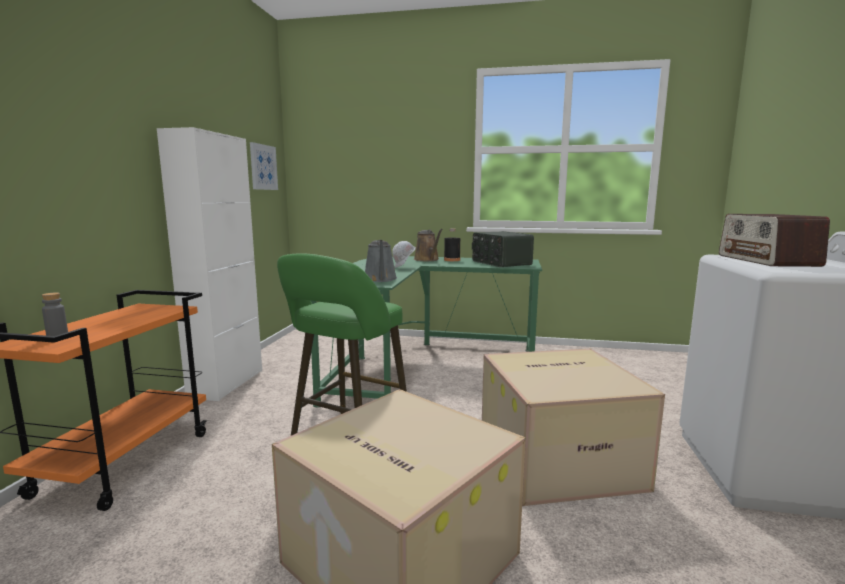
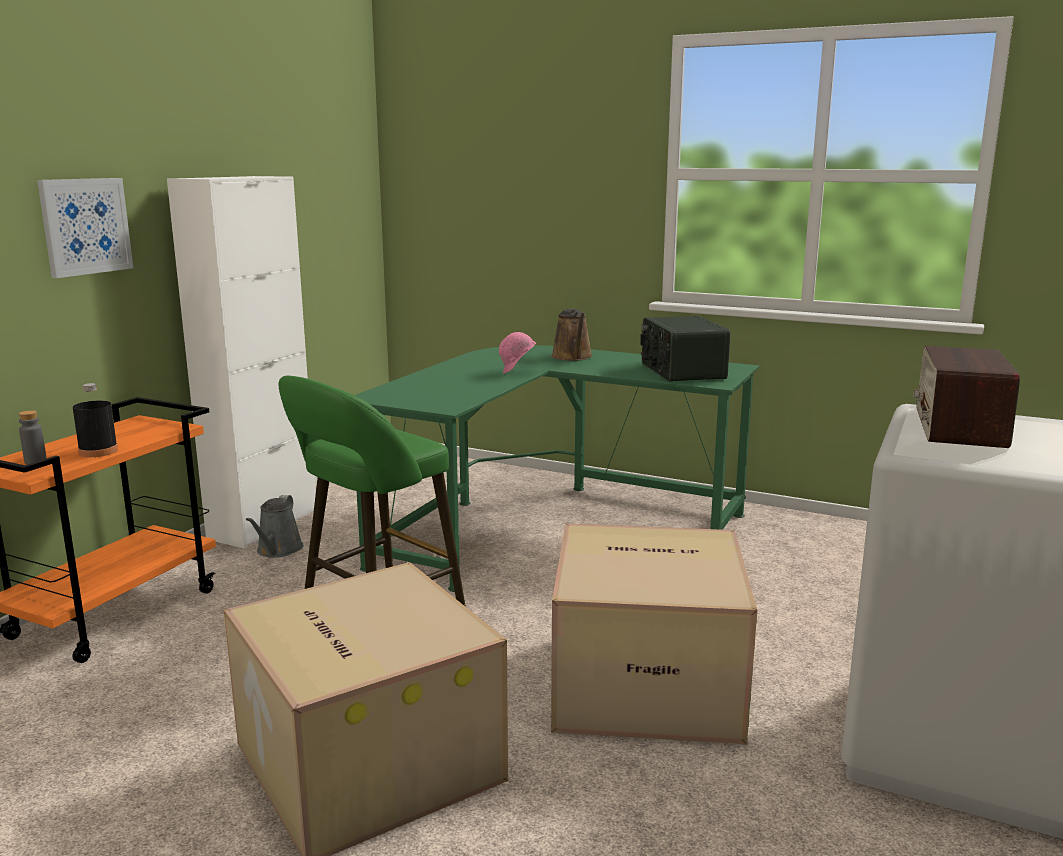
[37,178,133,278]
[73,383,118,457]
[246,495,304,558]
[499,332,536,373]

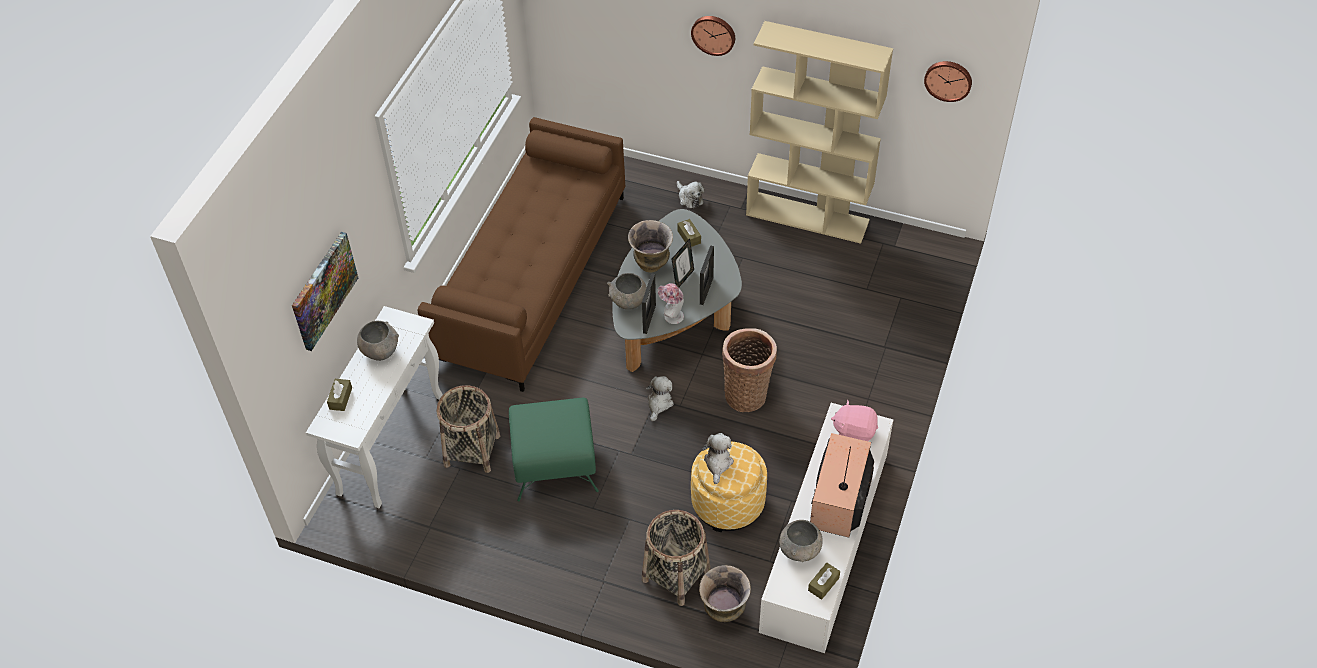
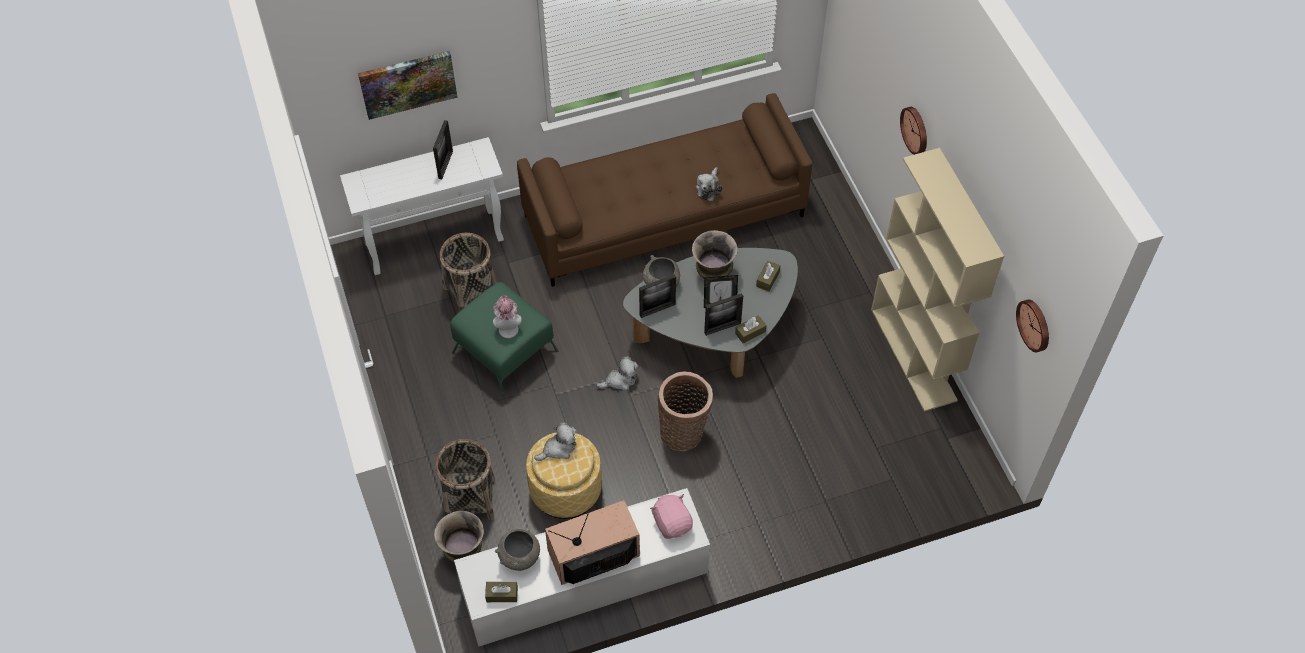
[433,120,453,179]
[493,296,521,338]
[696,167,722,201]
[735,315,766,343]

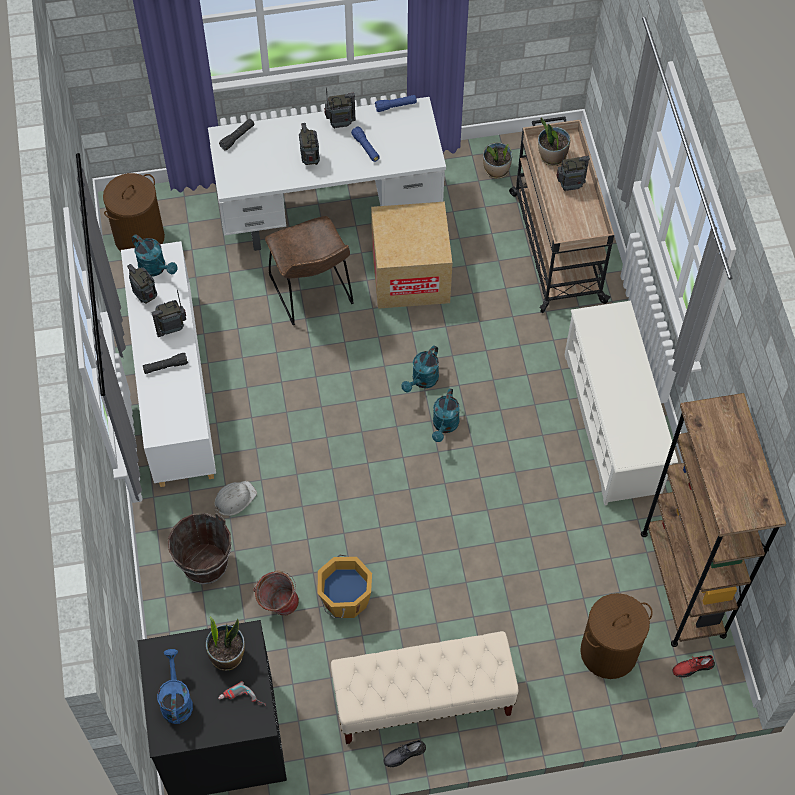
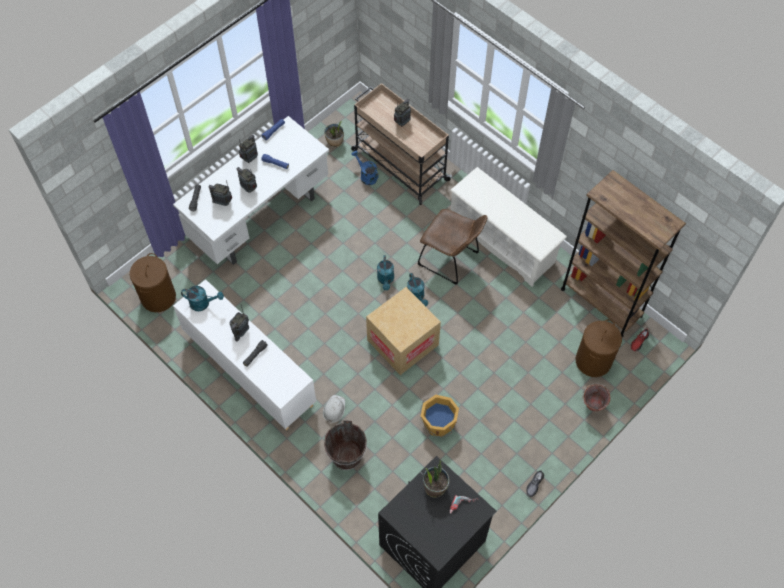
[208,180,232,206]
[351,150,379,185]
[366,287,441,375]
[418,209,488,285]
[582,383,610,412]
[331,631,518,744] (first image)
[538,118,570,166] (first image)

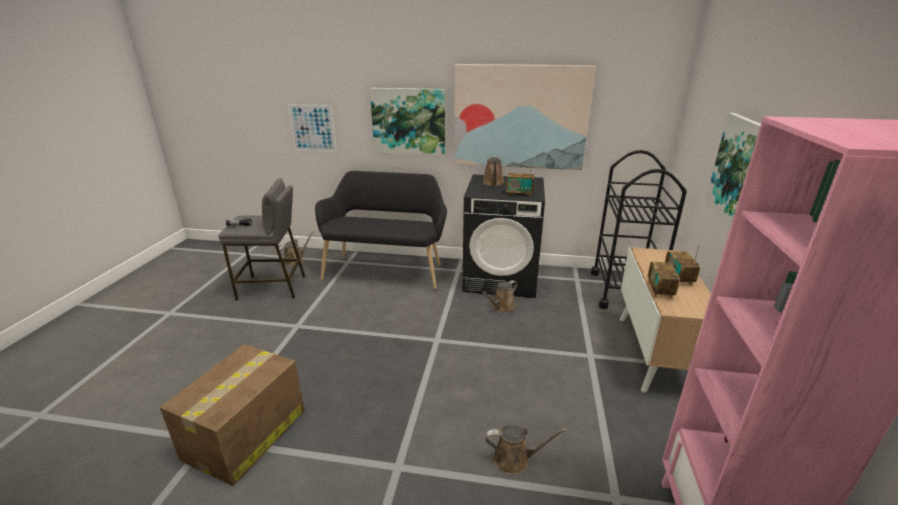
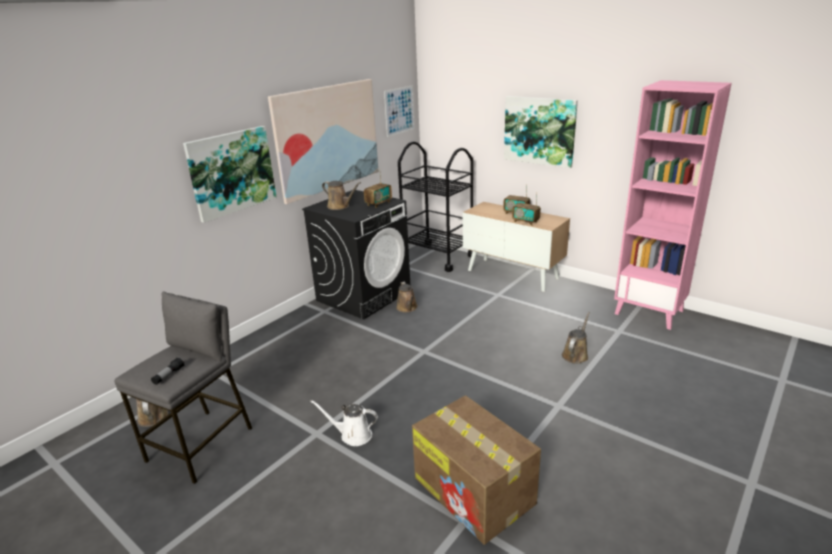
[310,400,378,446]
[384,86,415,137]
[315,171,447,290] (first image)

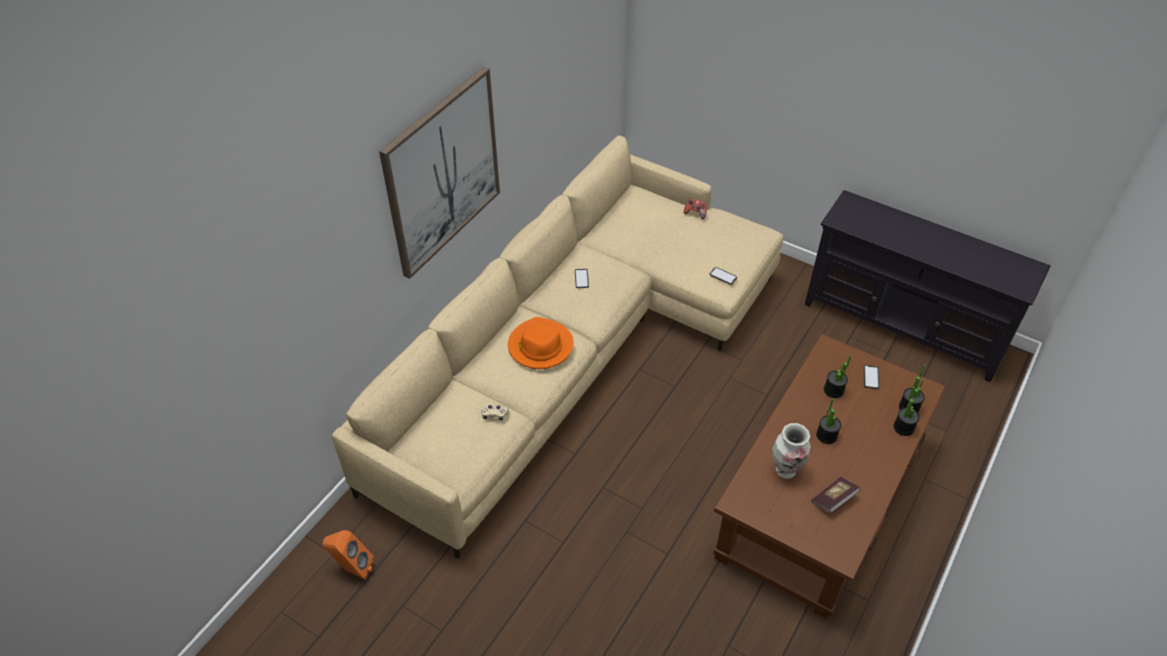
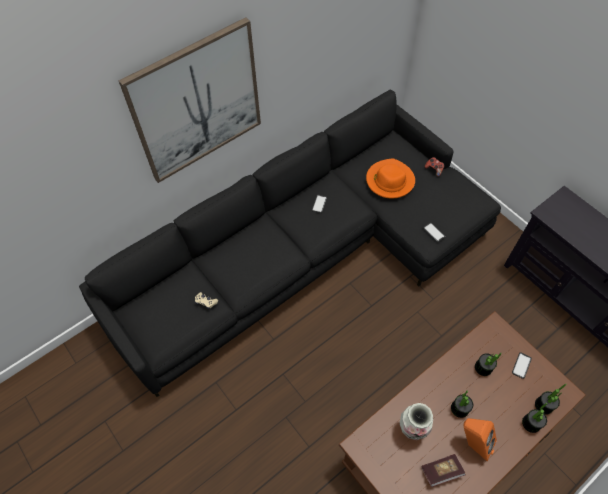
[79,90,501,397]
[366,158,415,198]
[463,418,497,461]

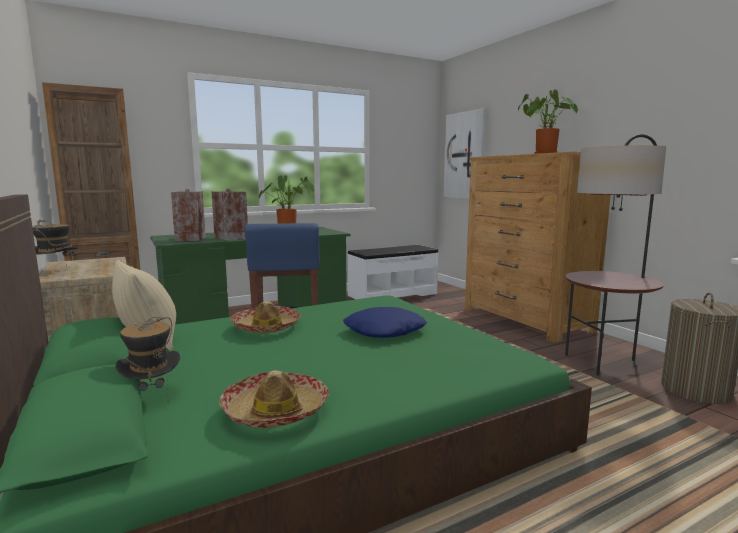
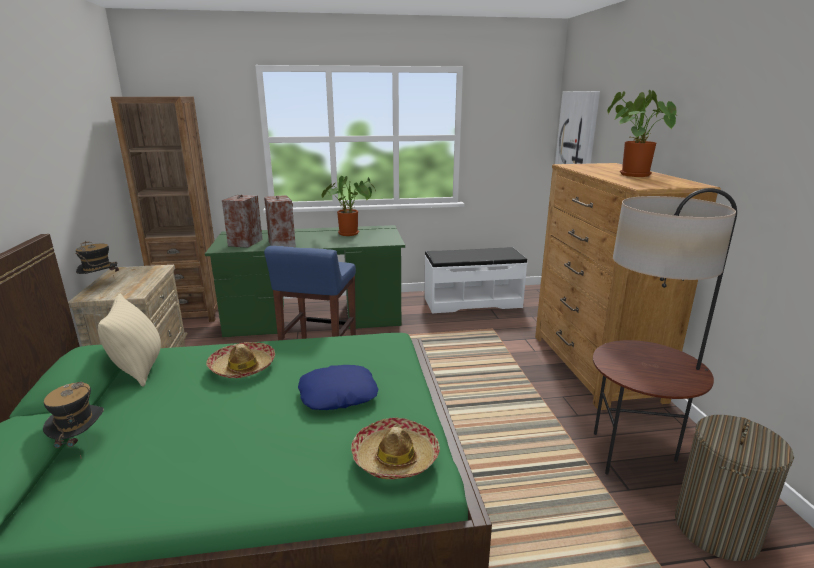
[351,418,440,479]

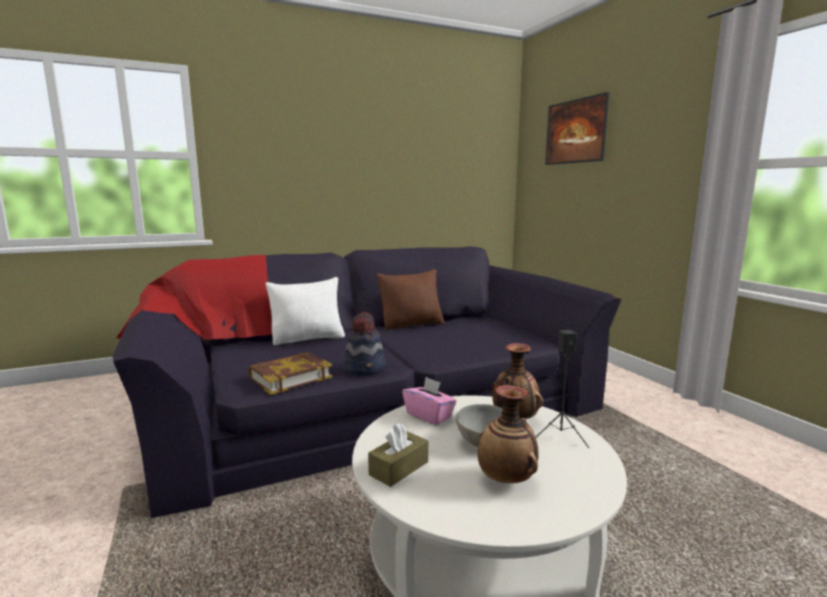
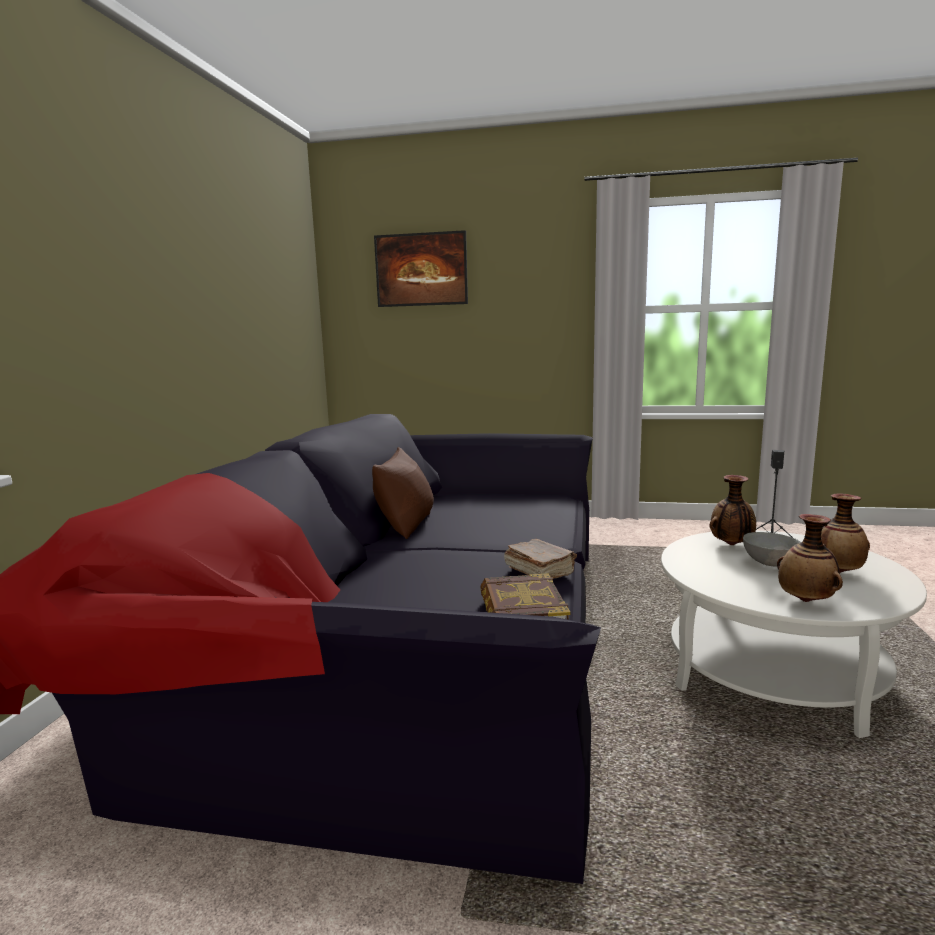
[504,539,577,579]
[777,514,843,602]
[265,277,345,345] (first image)
[402,377,456,425] (first image)

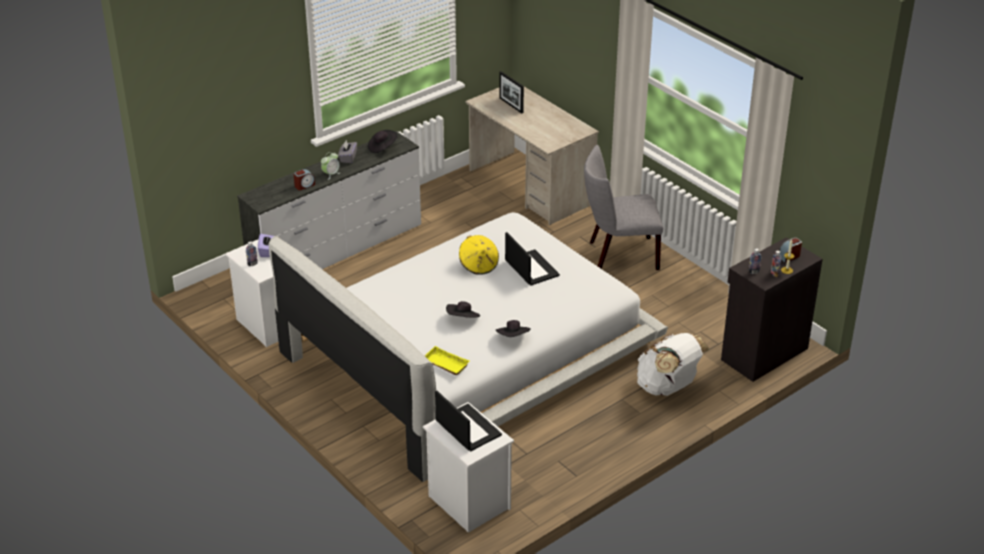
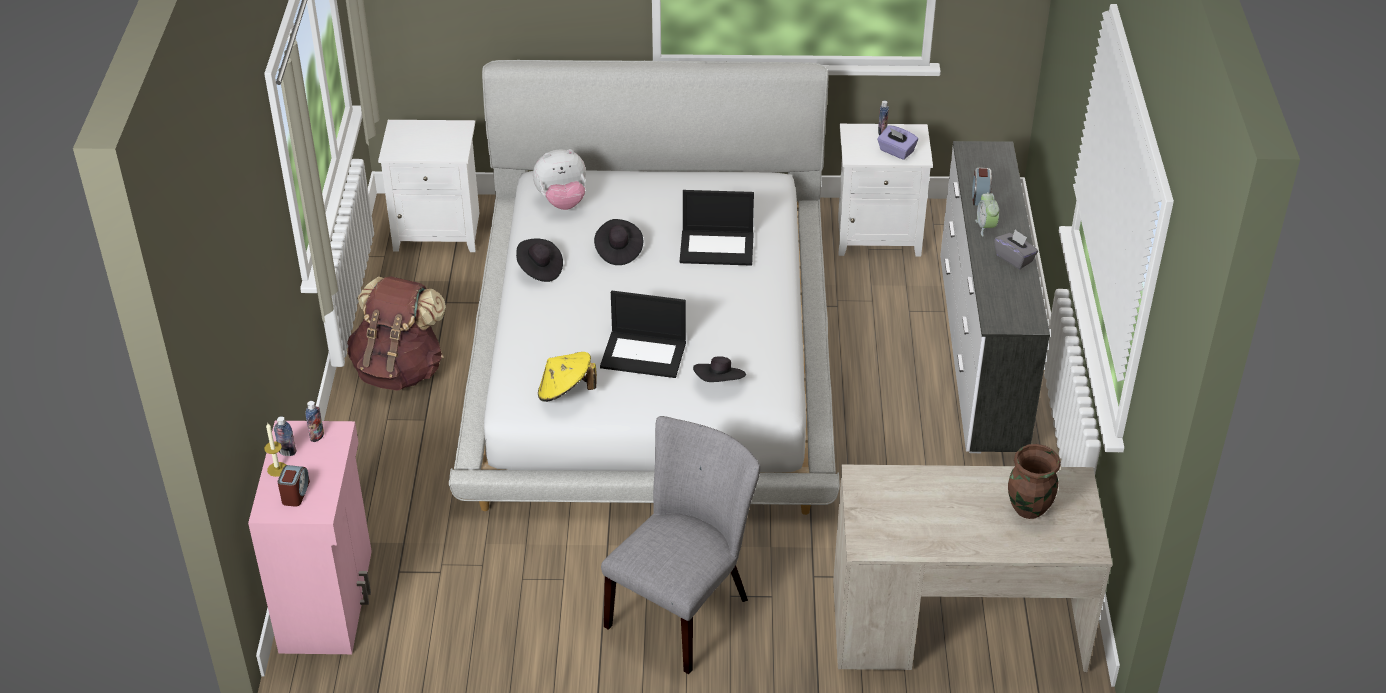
[248,421,372,654]
[347,276,446,391]
[533,149,586,210]
[538,352,597,402]
[680,190,754,266]
[693,356,746,382]
[1008,444,1061,519]
[637,333,710,396] (first image)

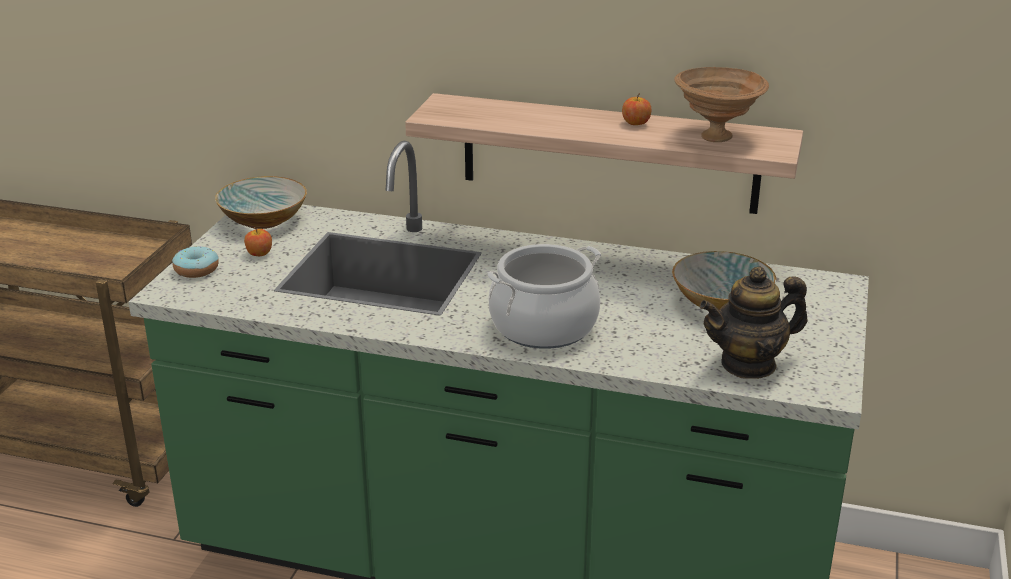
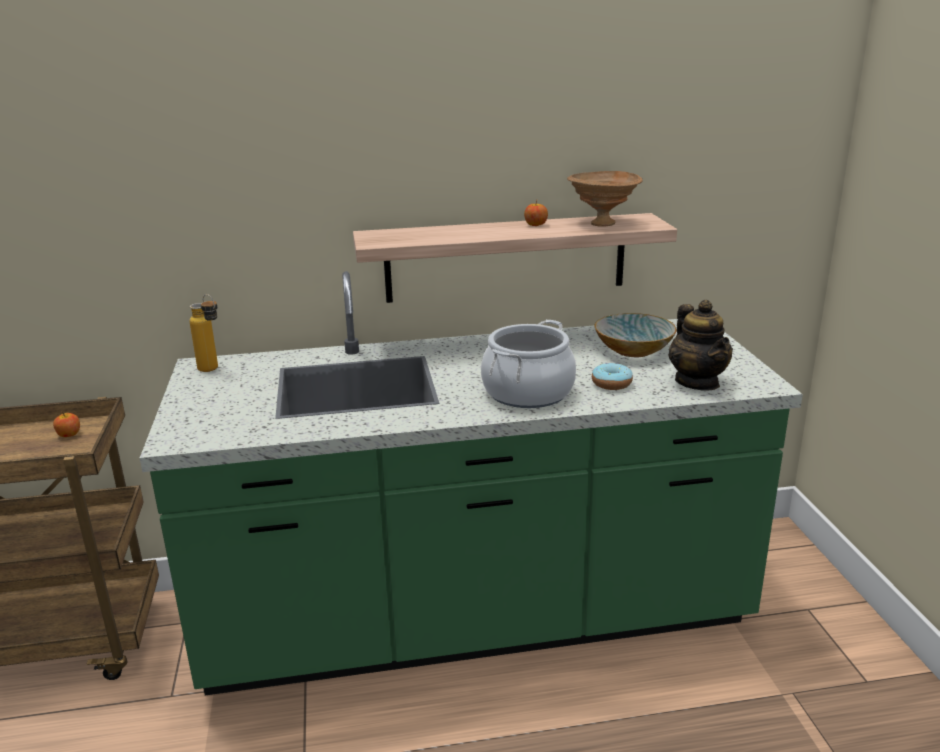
[53,412,80,437]
[190,294,218,372]
[592,363,633,390]
[668,300,733,391]

